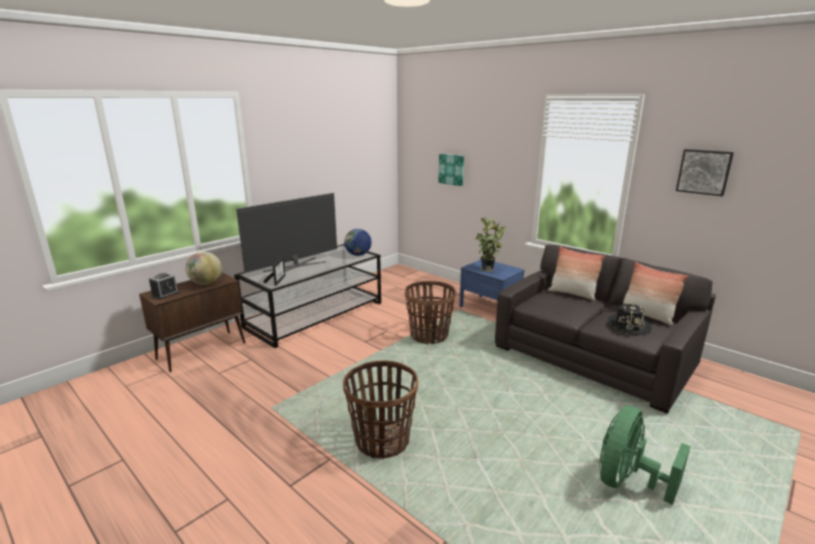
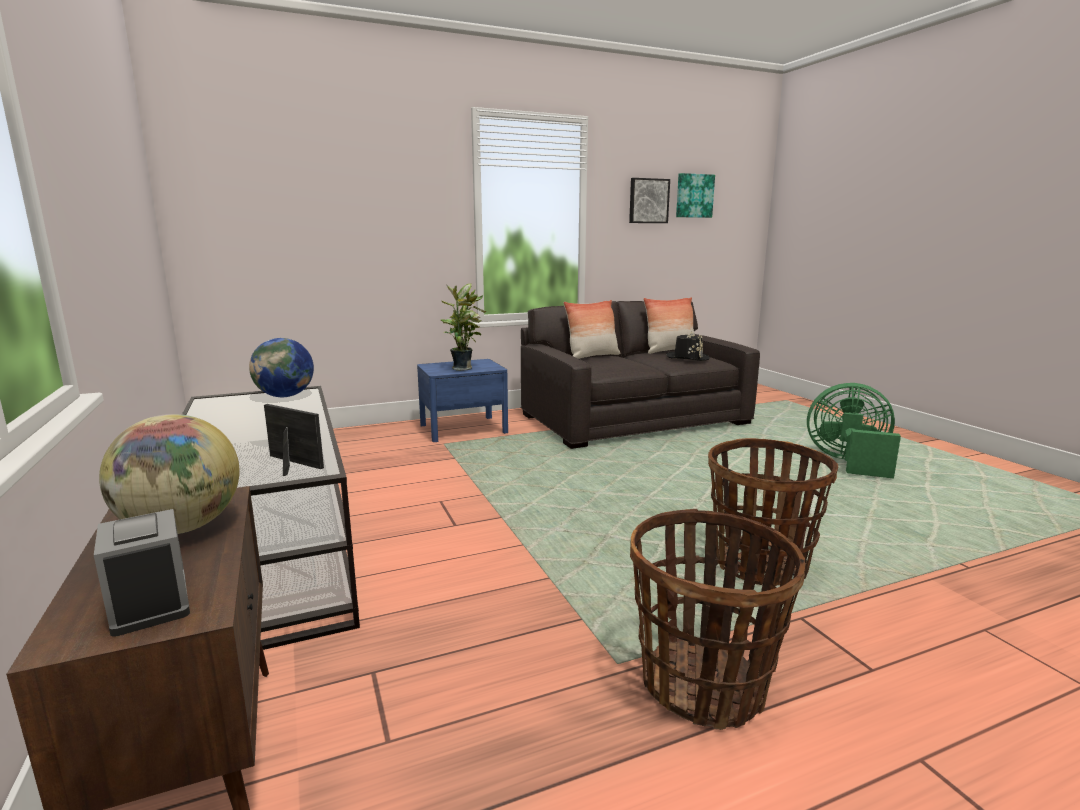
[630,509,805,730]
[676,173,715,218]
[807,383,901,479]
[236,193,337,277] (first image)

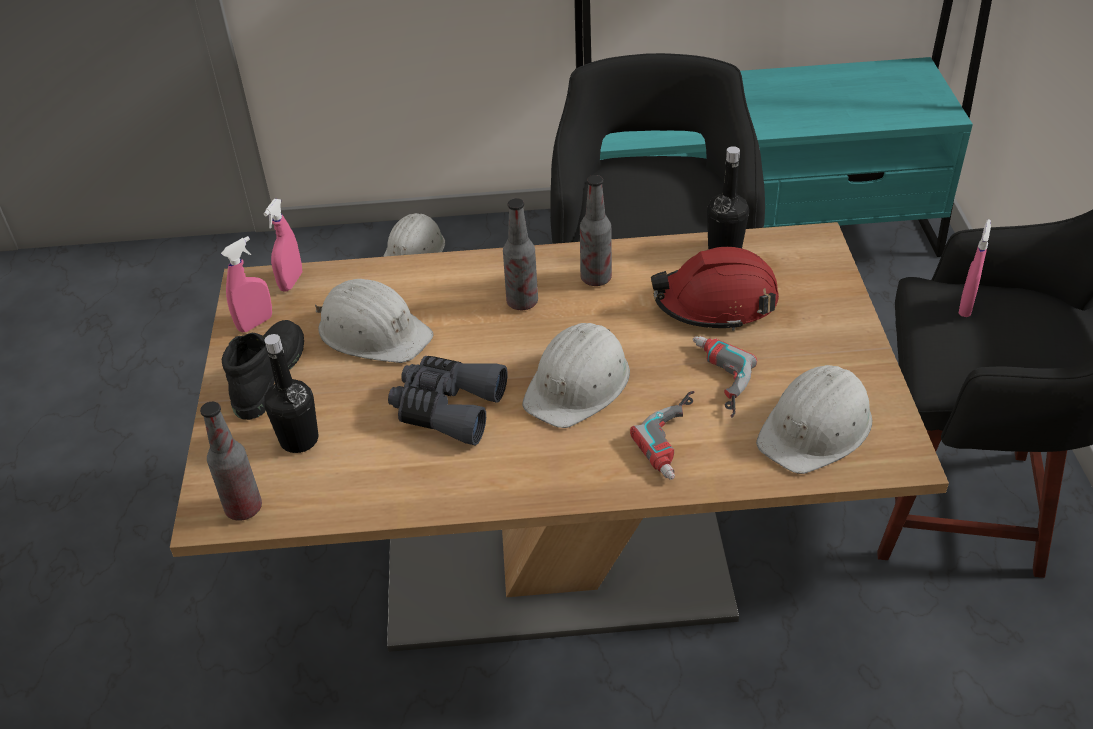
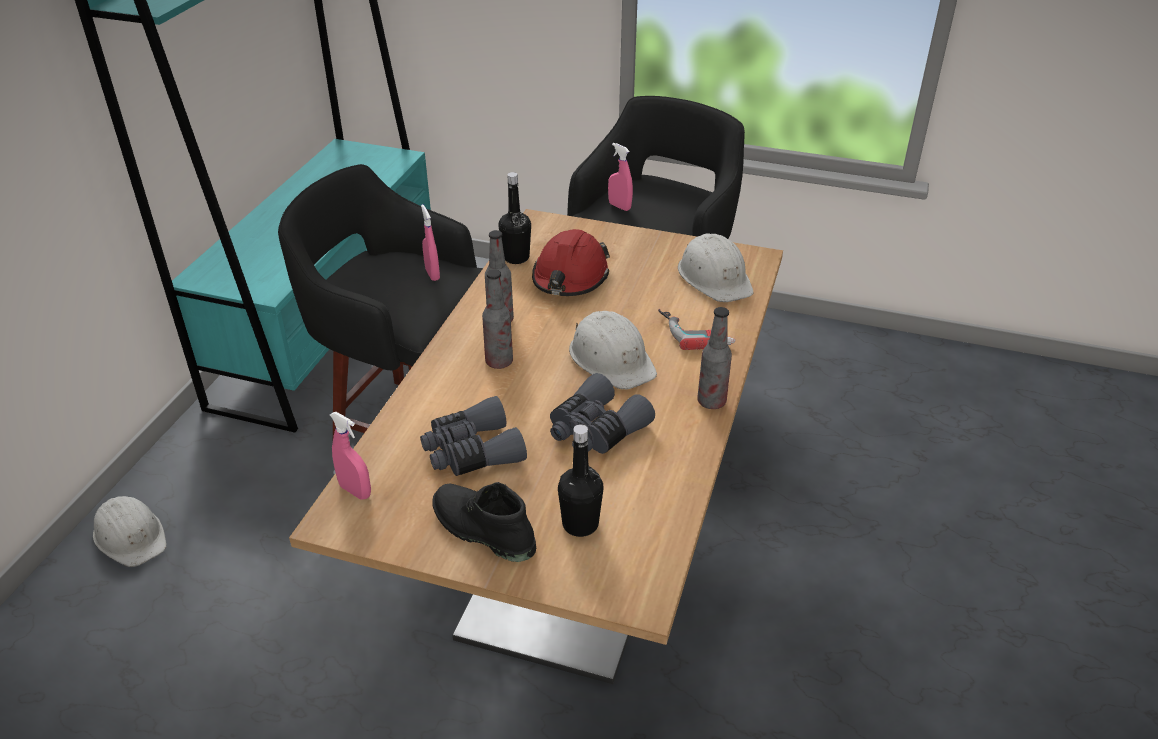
[420,396,527,476]
[421,205,440,281]
[697,307,732,409]
[693,336,757,418] (first image)

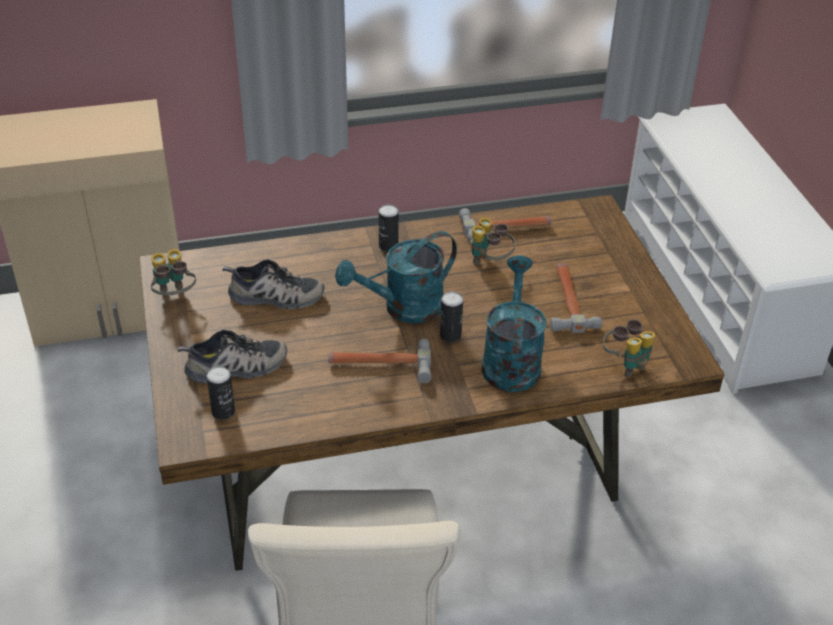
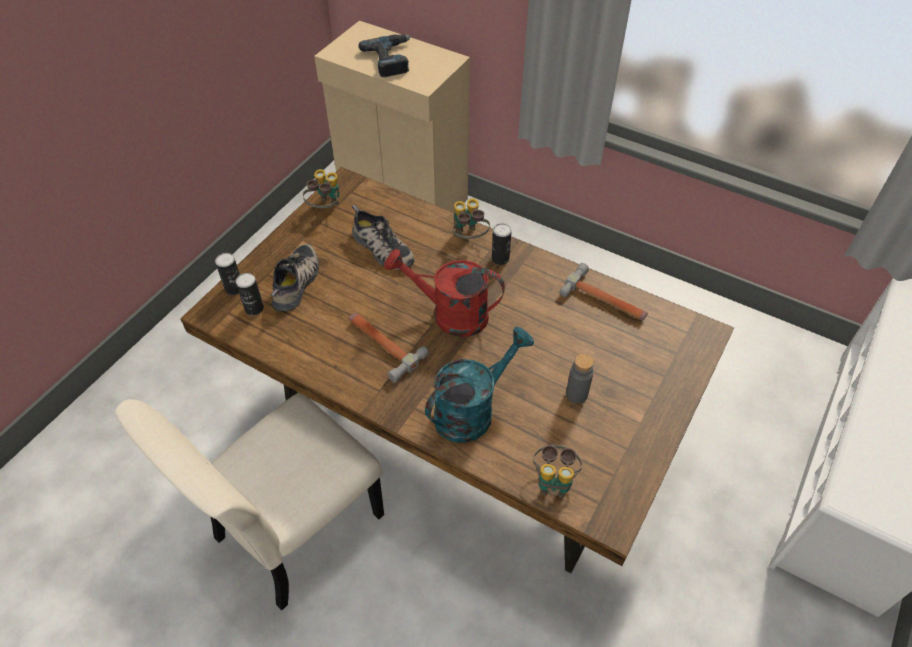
[215,253,240,295]
[271,244,319,312]
[359,34,411,77]
[384,249,505,337]
[453,198,490,239]
[566,354,594,404]

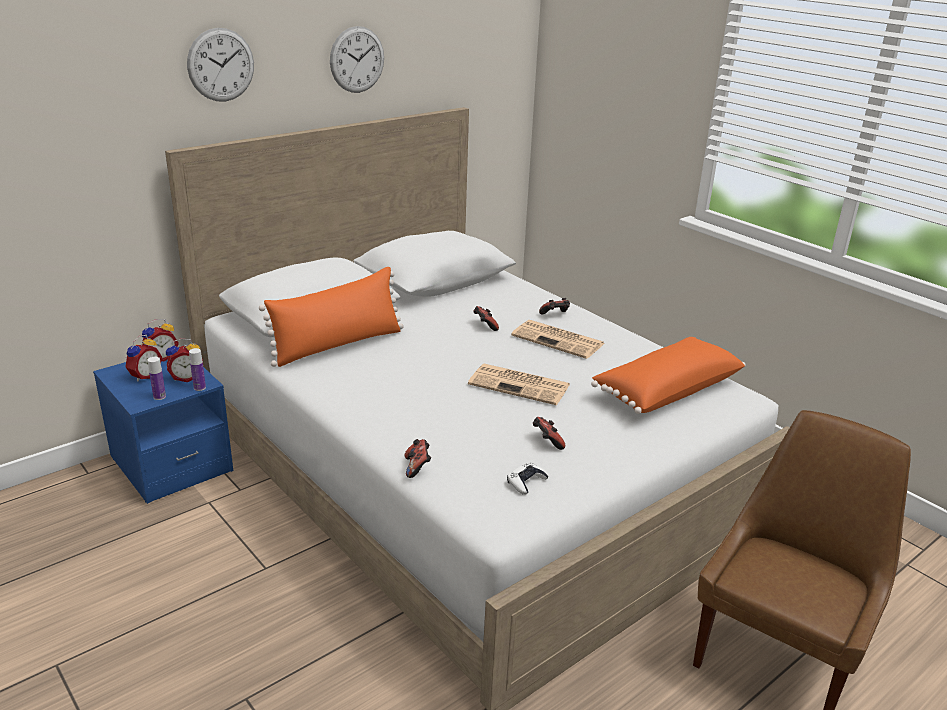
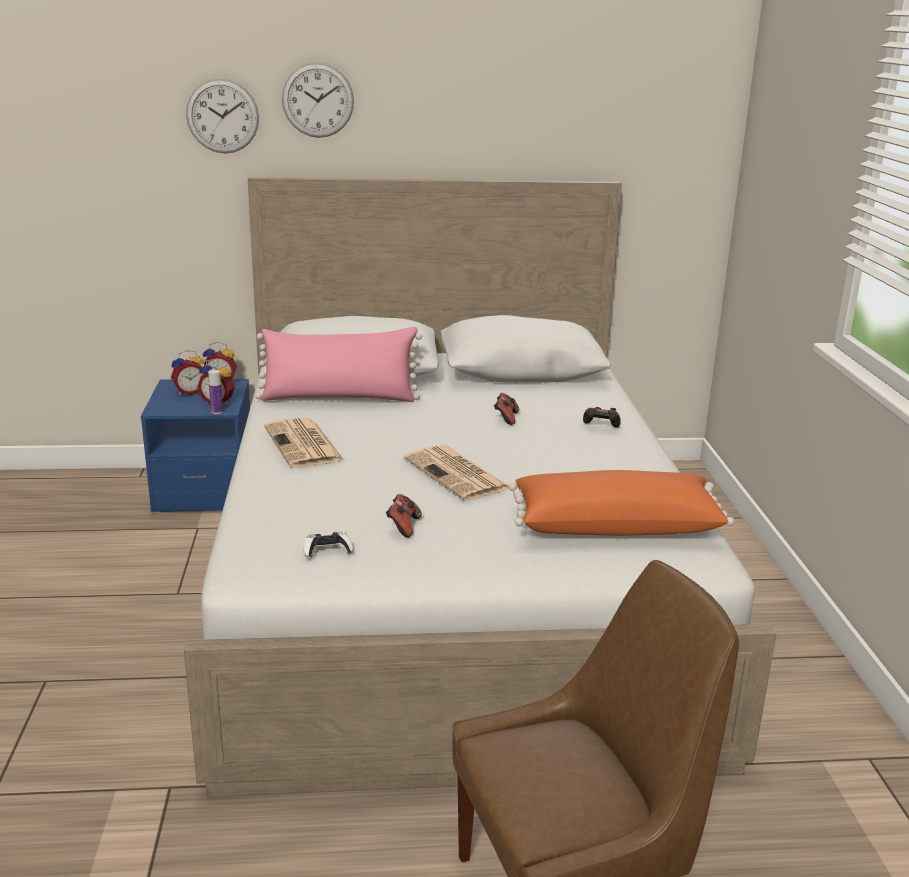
[186,78,259,153]
[255,327,422,402]
[264,418,345,468]
[148,357,166,400] (first image)
[404,439,431,478] (first image)

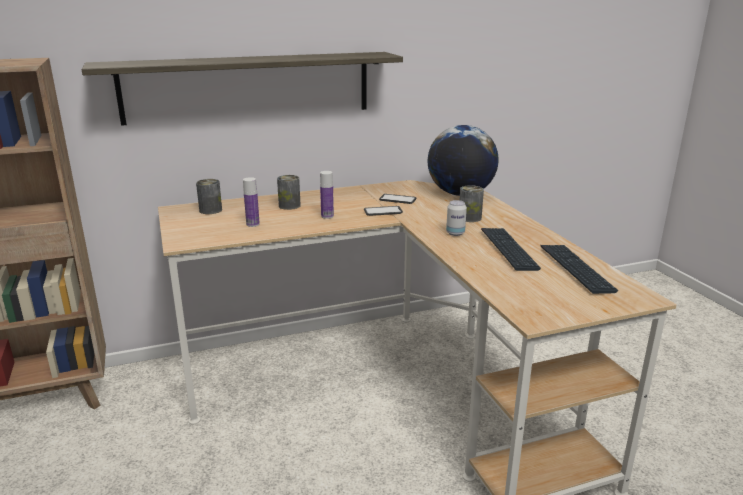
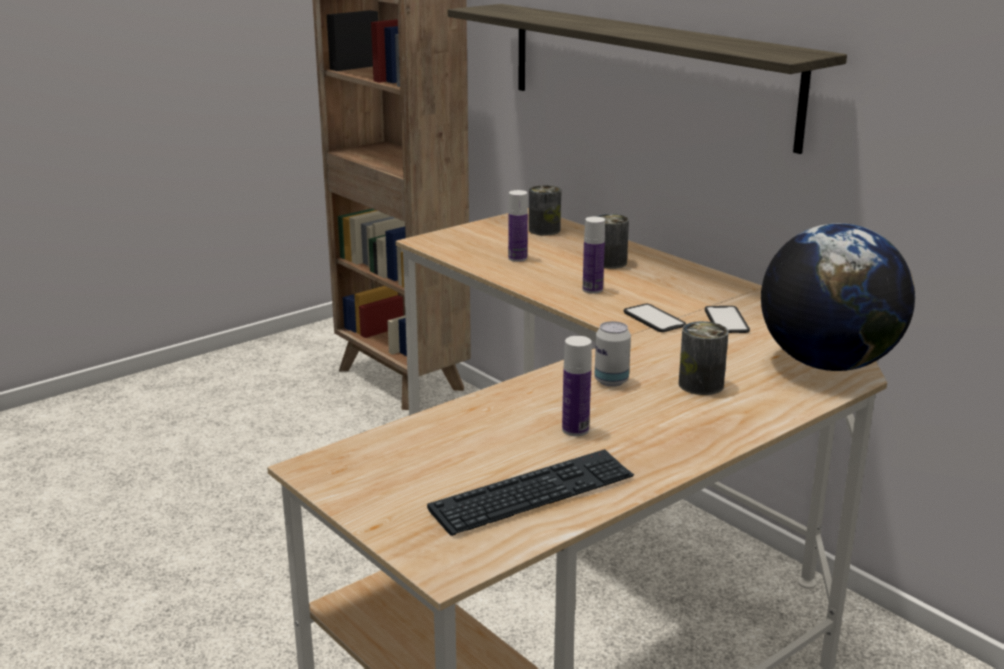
[562,336,592,436]

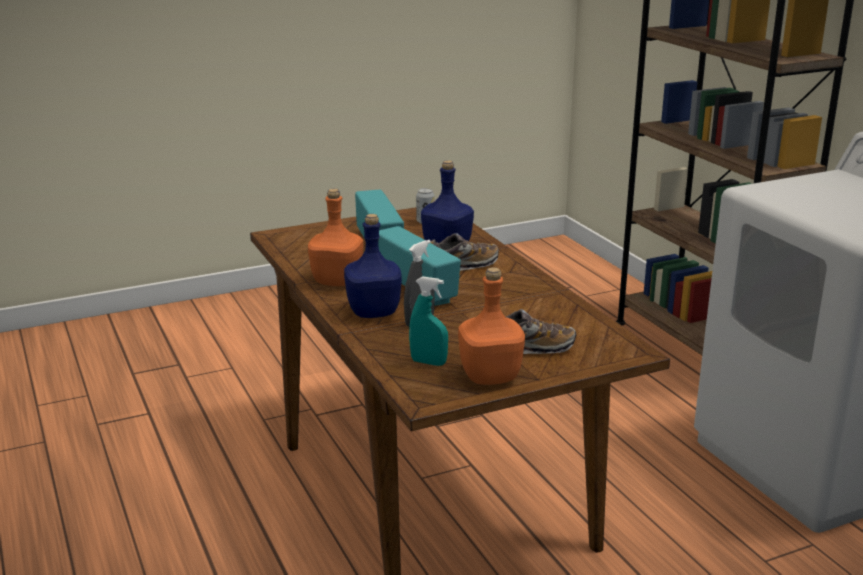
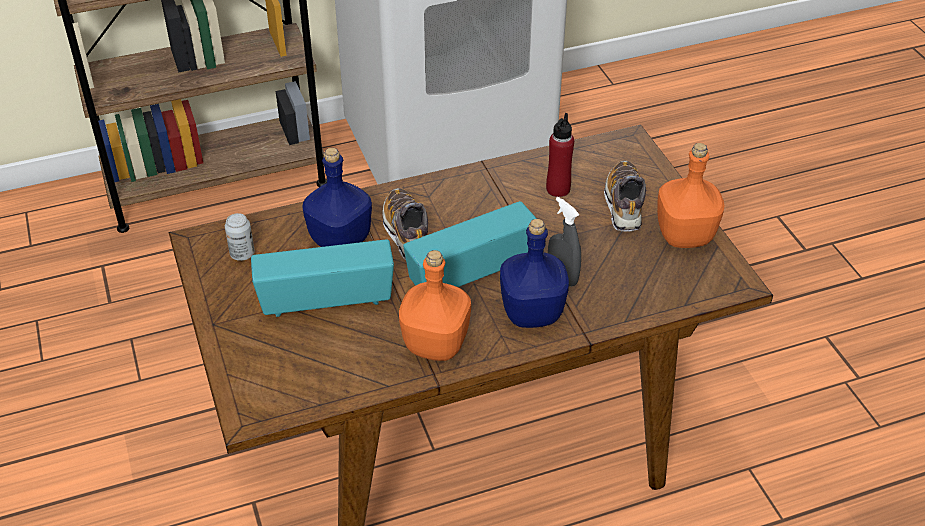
[546,113,574,197]
[409,276,448,366] (first image)

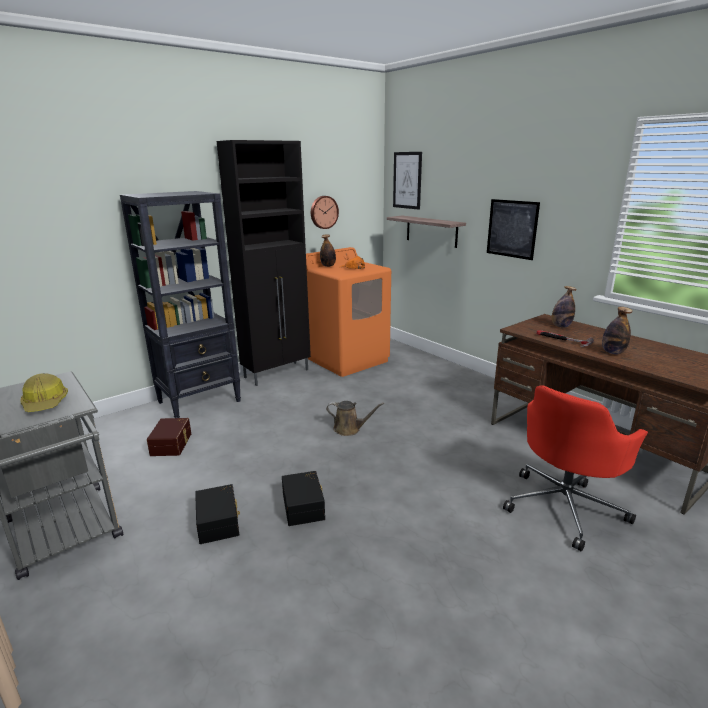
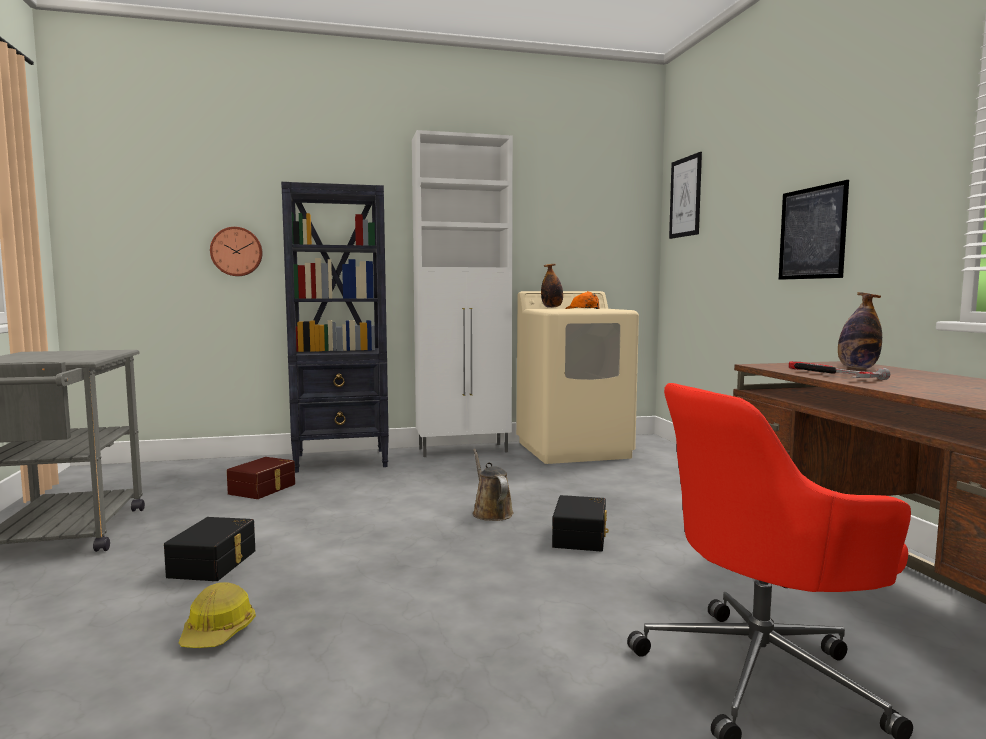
[179,582,256,648]
[210,227,263,276]
[412,130,513,457]
[473,449,514,521]
[516,291,639,464]
[552,495,609,552]
[387,216,466,248] (first image)
[602,307,632,355] (first image)

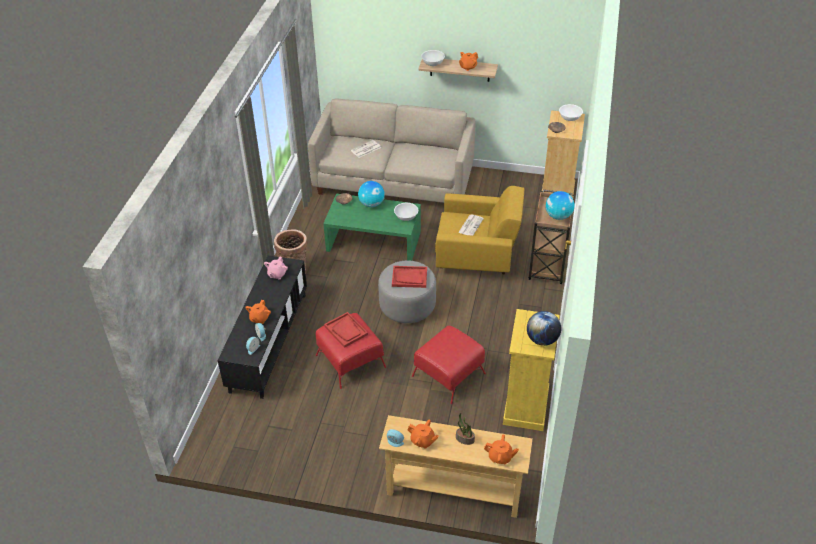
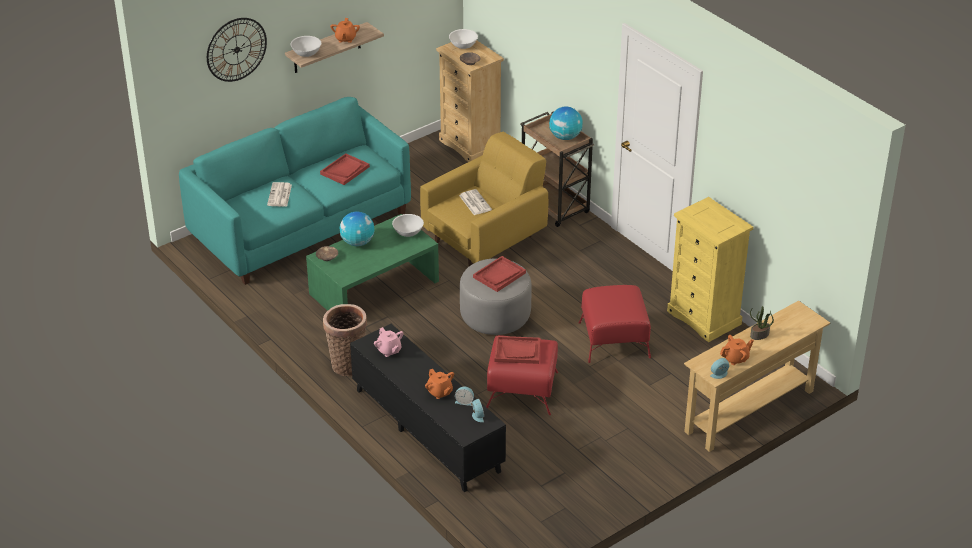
[179,97,411,285]
[207,18,267,82]
[320,153,370,185]
[484,435,519,464] (first image)
[527,311,561,346] (first image)

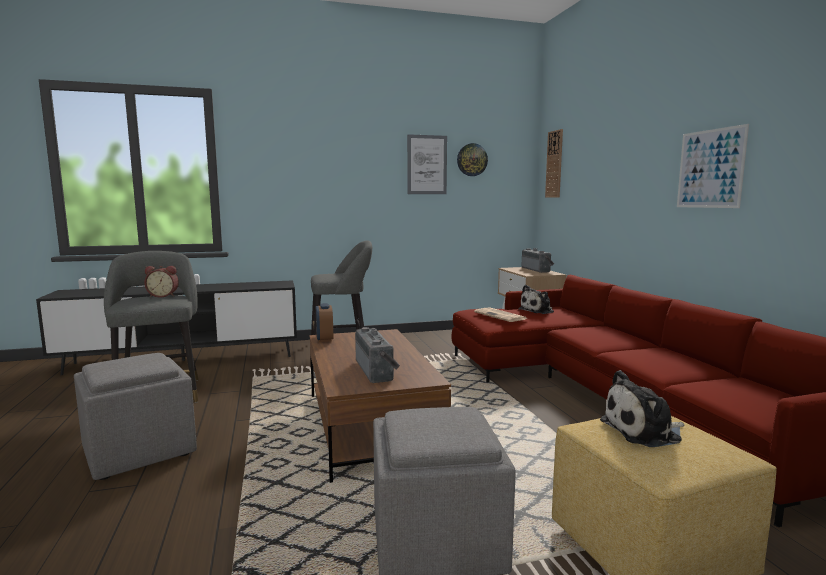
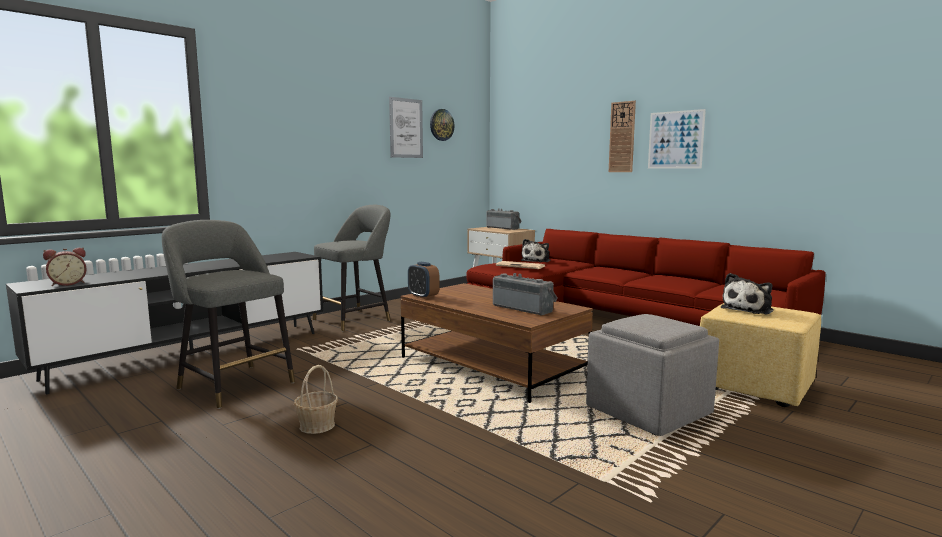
[43,248,87,286]
[294,365,338,434]
[609,101,636,172]

